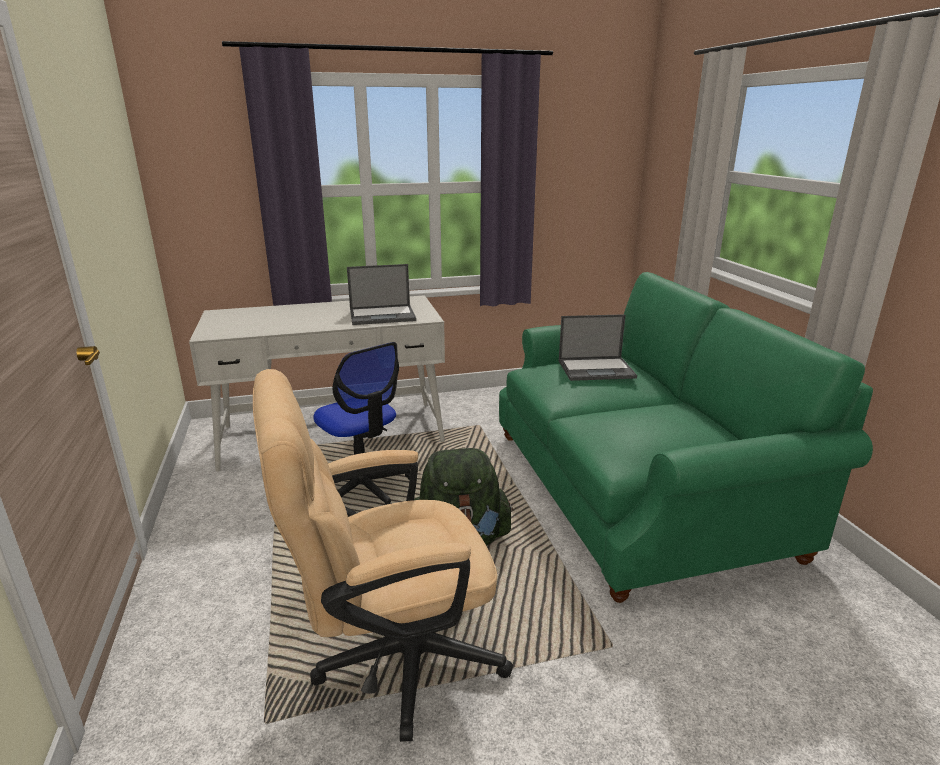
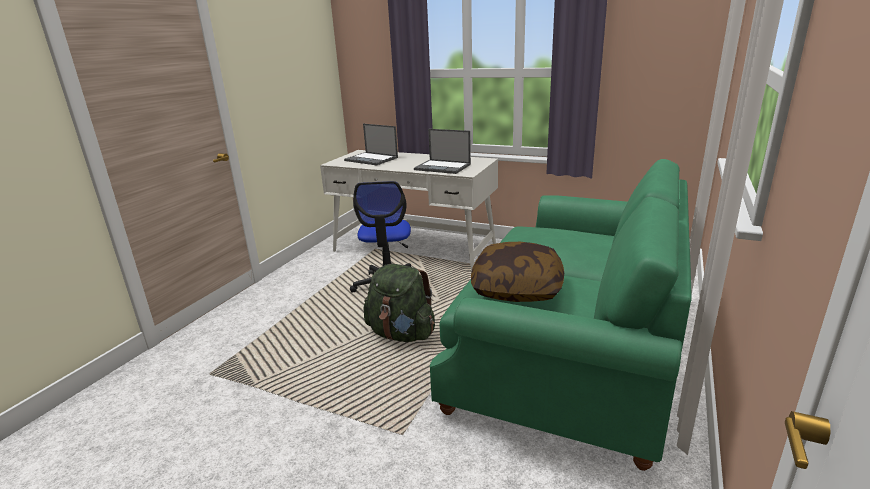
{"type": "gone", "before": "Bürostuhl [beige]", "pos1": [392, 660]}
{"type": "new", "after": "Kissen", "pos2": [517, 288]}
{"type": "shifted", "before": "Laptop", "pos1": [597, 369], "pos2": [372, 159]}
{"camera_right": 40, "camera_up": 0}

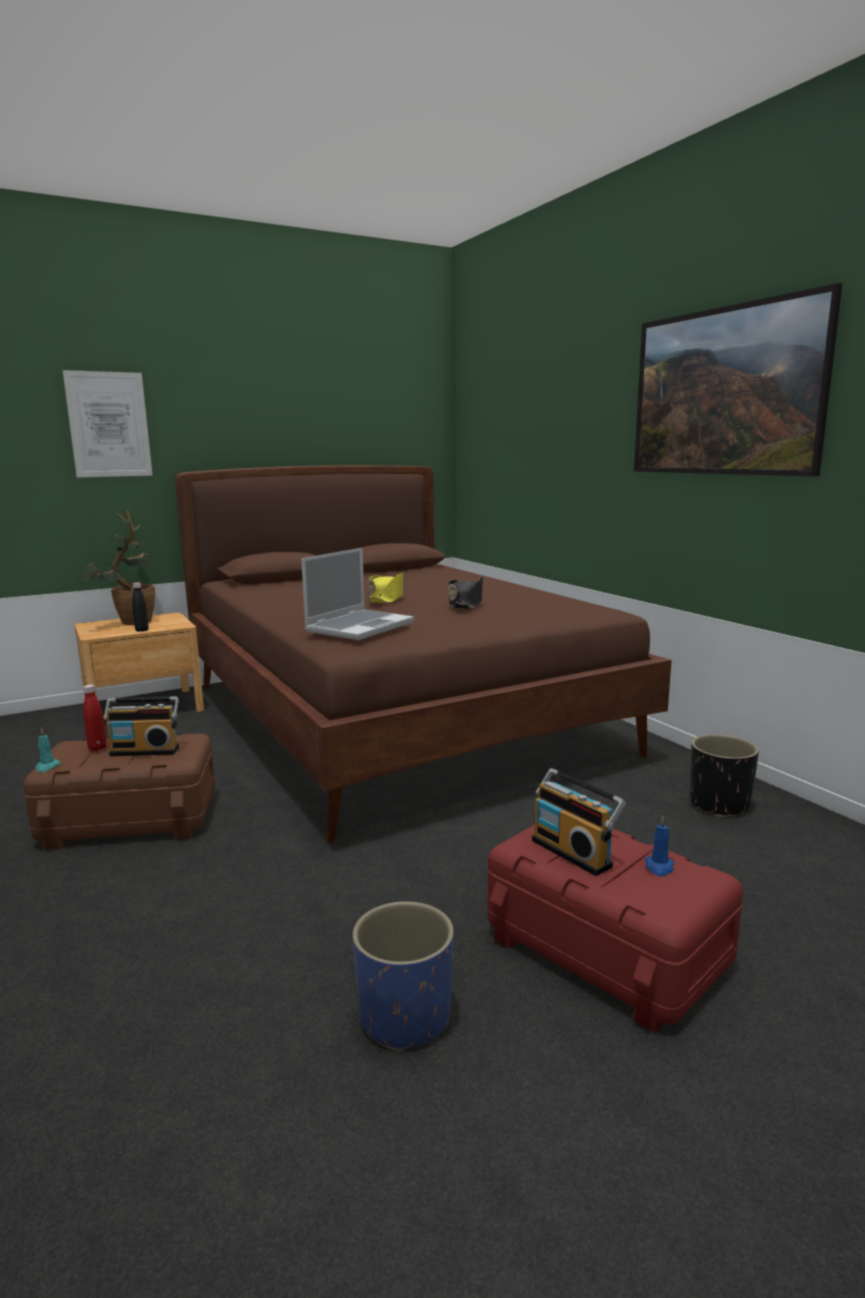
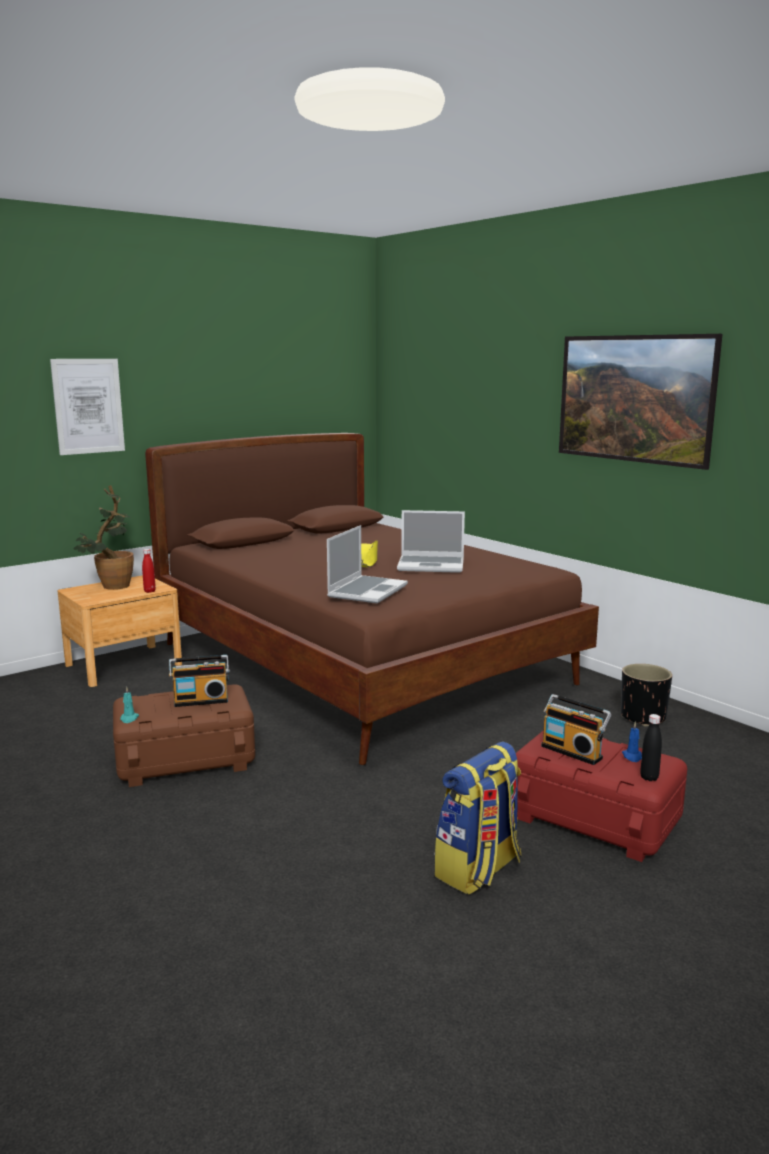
{"type": "shifted", "before": "Flasche [rot]", "pos1": [97, 748], "pos2": [149, 591]}
{"type": "shifted", "before": "Flasche [schwarz]", "pos1": [142, 630], "pos2": [649, 777]}
{"type": "swapped", "before": "Pflanzkübel [blau]", "after": "Rucksack", "pos1": [405, 1018], "pos2": [479, 870]}
{"type": "swapped", "before": "Hut [schwarz]", "after": "Laptop", "pos1": [465, 604], "pos2": [432, 565]}
{"camera_right": -10, "camera_up": 0}

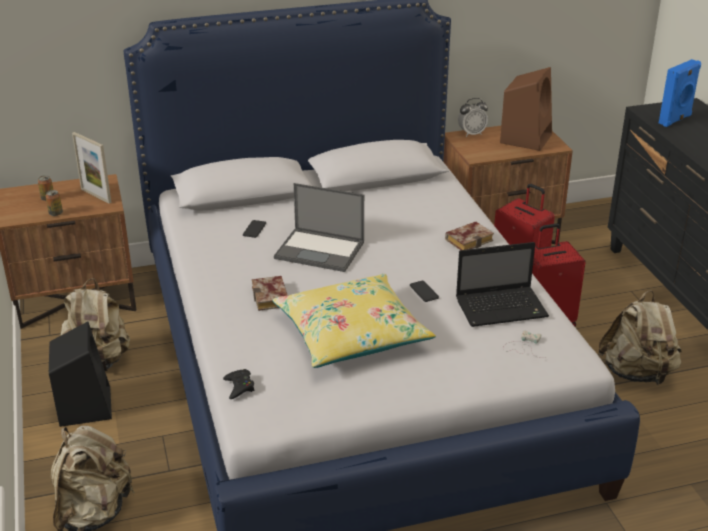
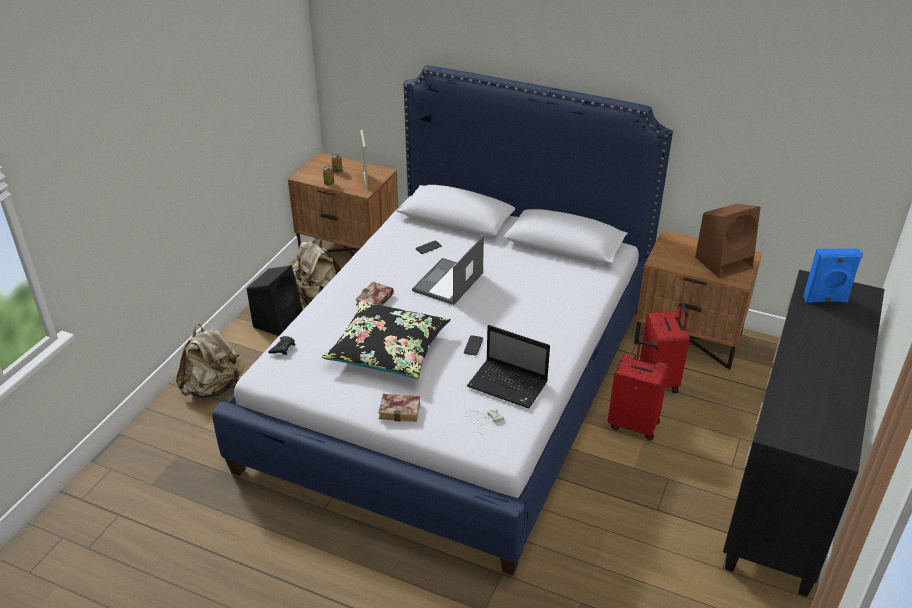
{"type": "gone", "before": "Wecker", "pos1": [471, 134]}
{"type": "gone", "before": "Rucksack [beige]", "pos1": [637, 373]}
{"type": "shifted", "before": "Buch", "pos1": [469, 239], "pos2": [401, 410]}
{"type": "repainted", "before": "Kissen [gelb]", "after": "Kissen [schwarz]", "pos1": [351, 334], "pos2": [388, 350]}
{"type": "rotated", "before": "Laptop", "pos1": [321, 250], "pos2": [448, 282], "turn": 60}
{"camera_right": 40, "camera_up": 5}

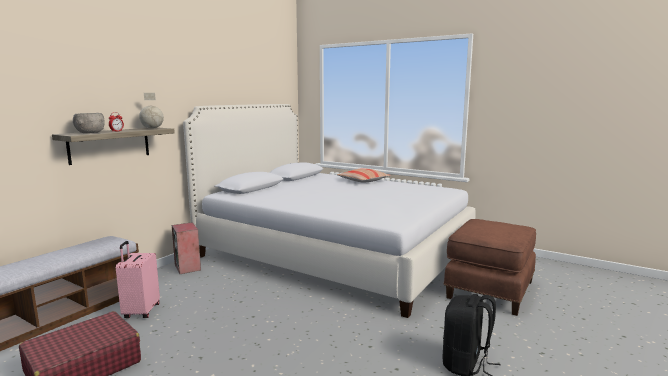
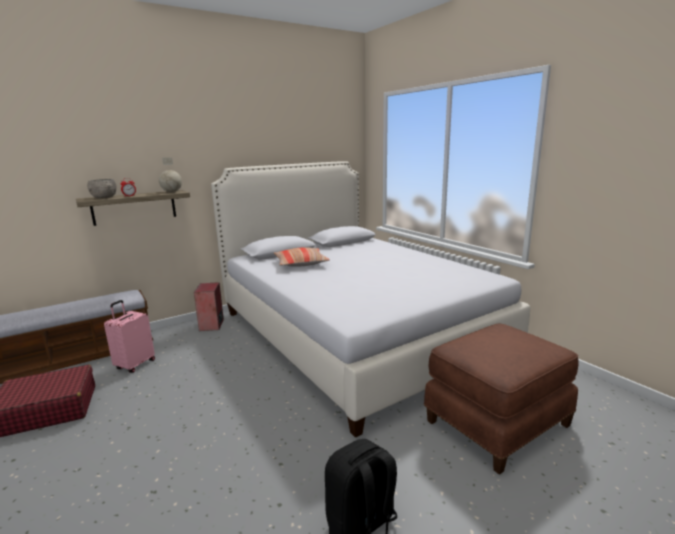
{"type": "shifted", "before": "Kissen", "pos1": [363, 181], "pos2": [300, 263]}
{"camera_right": 25, "camera_up": 5}

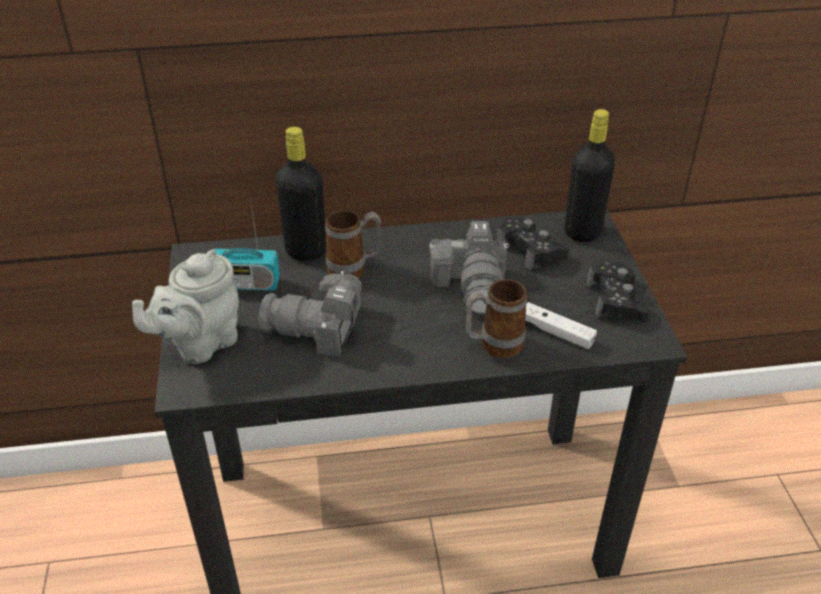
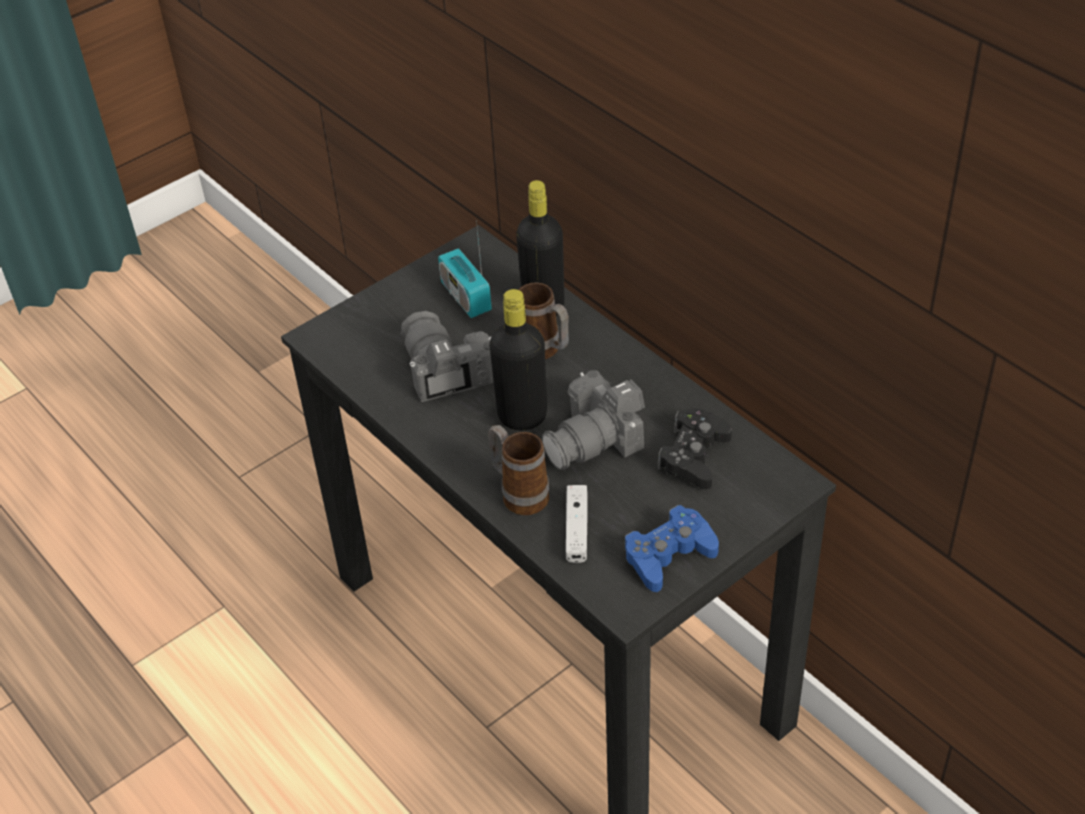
{"type": "gone", "before": "Teekanne [grau]", "pos1": [200, 344]}
{"type": "shifted", "before": "Flasche [schwarz]", "pos1": [582, 232], "pos2": [522, 416]}
{"type": "repainted", "before": "Gamepad [schwarz]", "after": "Gamepad [blau]", "pos1": [616, 300], "pos2": [668, 555]}
{"camera_right": 60, "camera_up": 5}

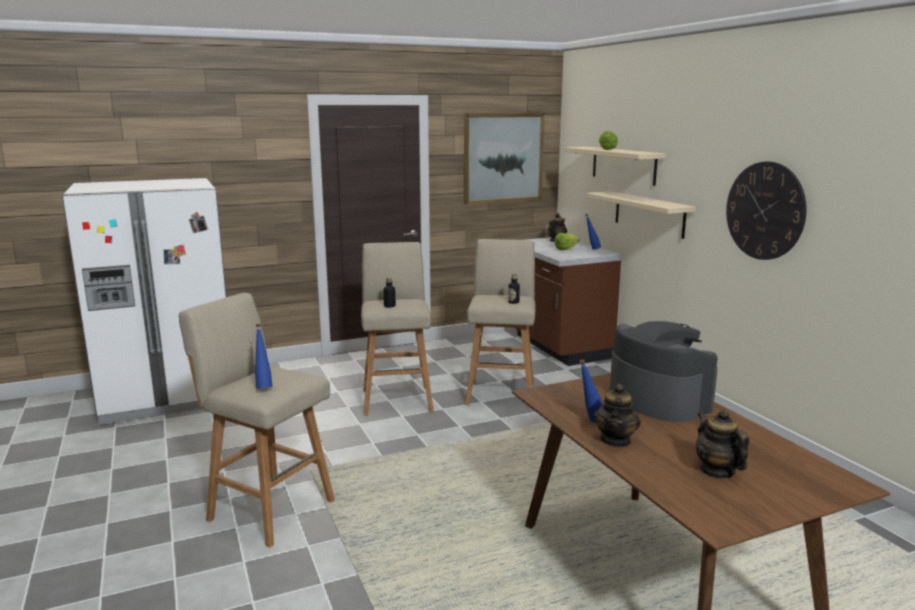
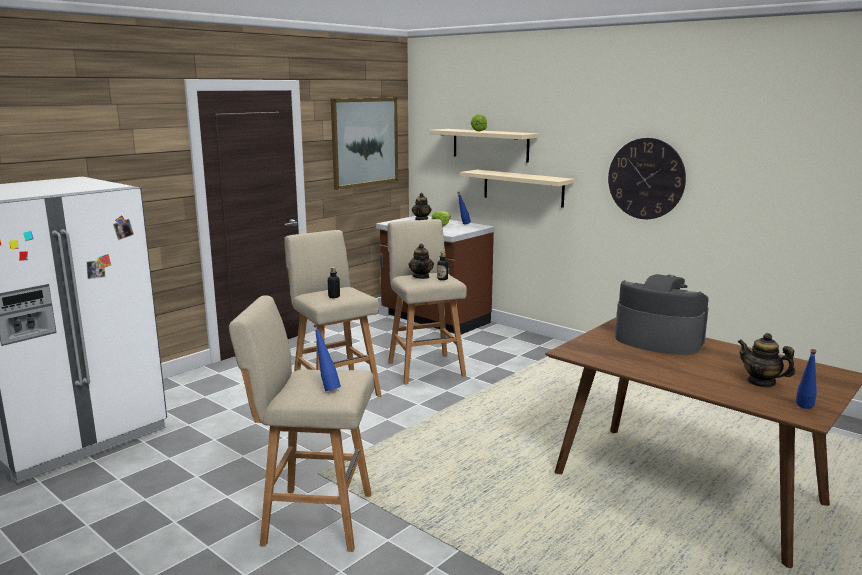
{"type": "shifted", "before": "Flasche [blau]", "pos1": [590, 422], "pos2": [804, 409]}
{"type": "shifted", "before": "Teekanne", "pos1": [616, 440], "pos2": [421, 277]}
{"camera_right": -25, "camera_up": 0}

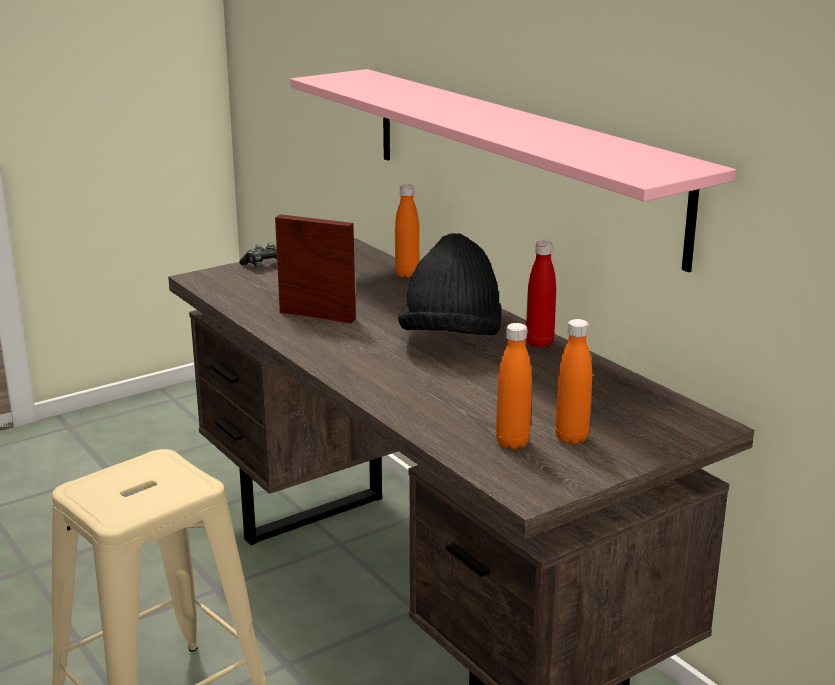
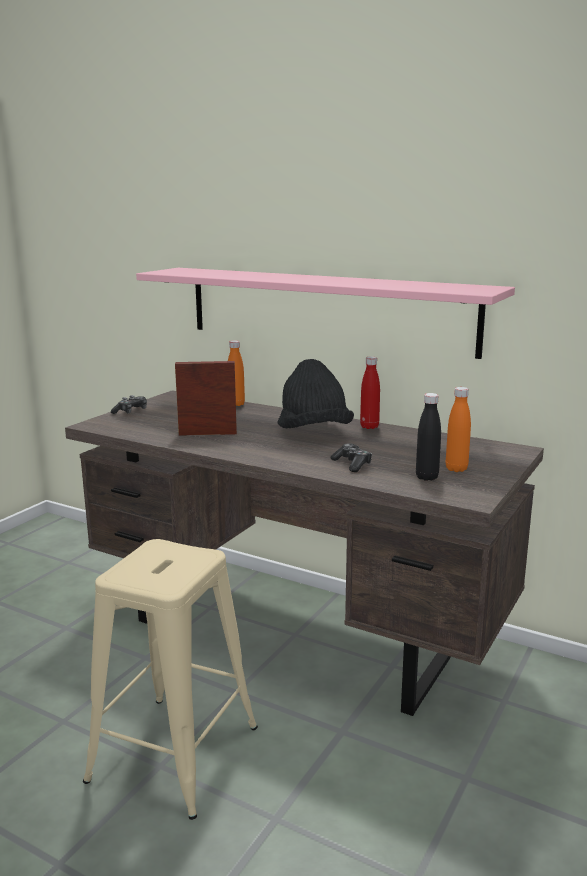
{"type": "new", "after": "Gamepad", "pos2": [352, 464]}
{"type": "repainted", "before": "Flasche [orange]", "after": "Flasche [schwarz]", "pos1": [512, 443], "pos2": [427, 477]}
{"camera_right": -25, "camera_up": -5}

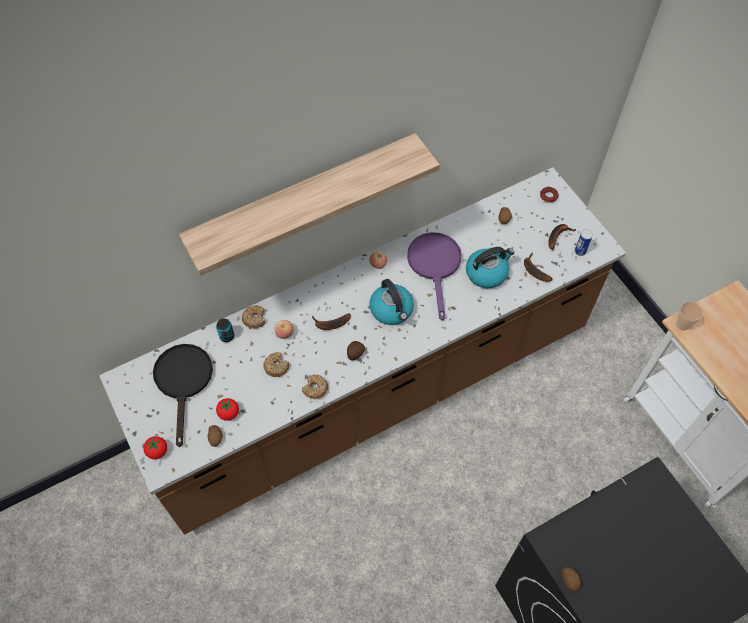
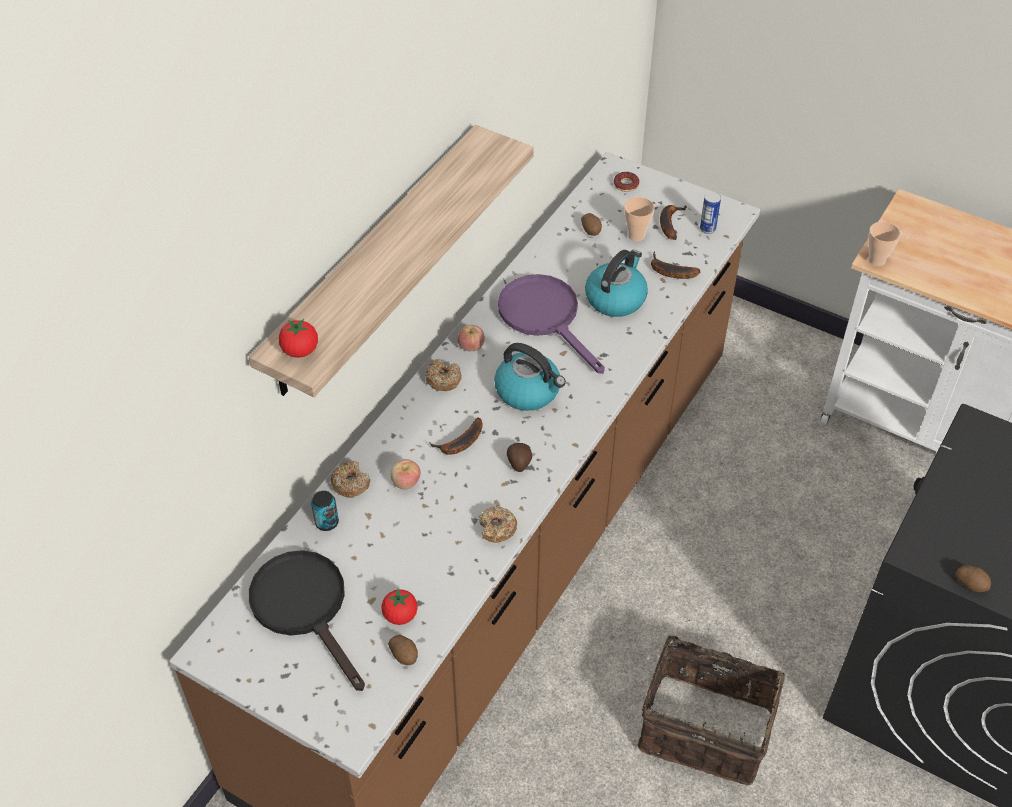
{"type": "new", "after": "Tasse", "pos2": [636, 235]}
{"type": "new", "after": "Korb", "pos2": [706, 726]}
{"type": "shifted", "before": "Tomate", "pos1": [157, 451], "pos2": [300, 350]}
{"type": "shifted", "before": "Donut", "pos1": [276, 366], "pos2": [443, 379]}
{"camera_right": -30, "camera_up": -10}

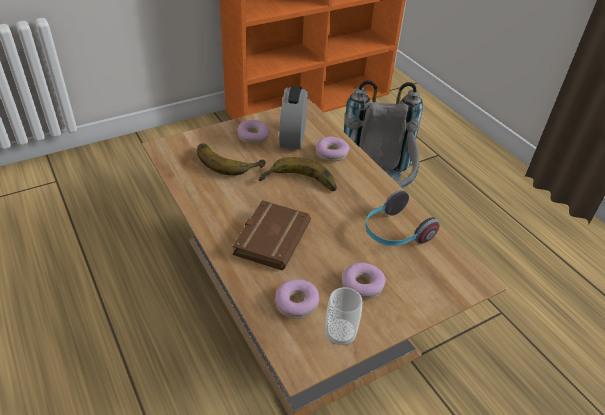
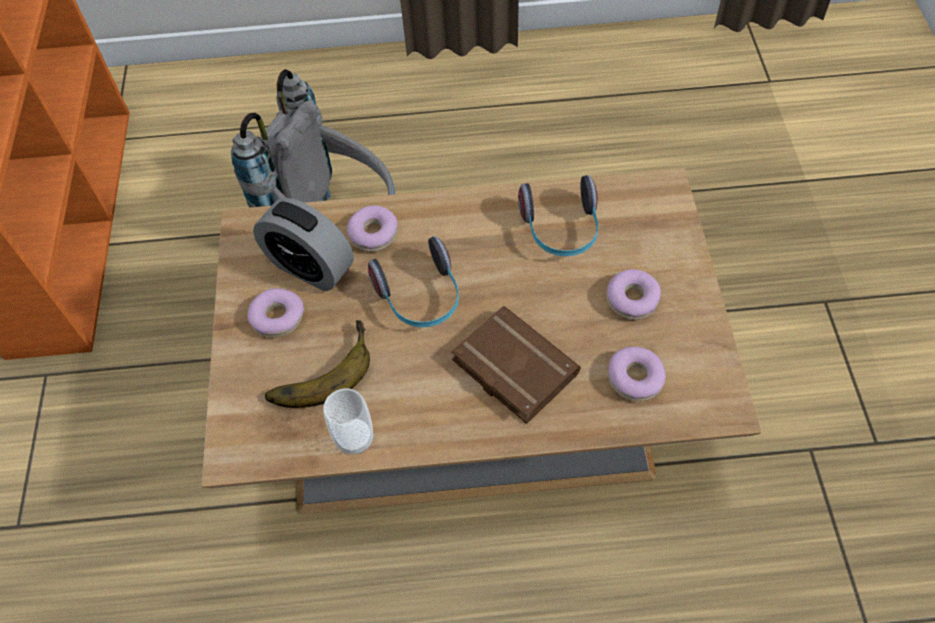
{"type": "shifted", "before": "Tasse", "pos1": [340, 334], "pos2": [354, 438]}
{"type": "swapped", "before": "Banane", "after": "Kopfhörer", "pos1": [299, 184], "pos2": [420, 298]}
{"camera_right": -60, "camera_up": 15}

